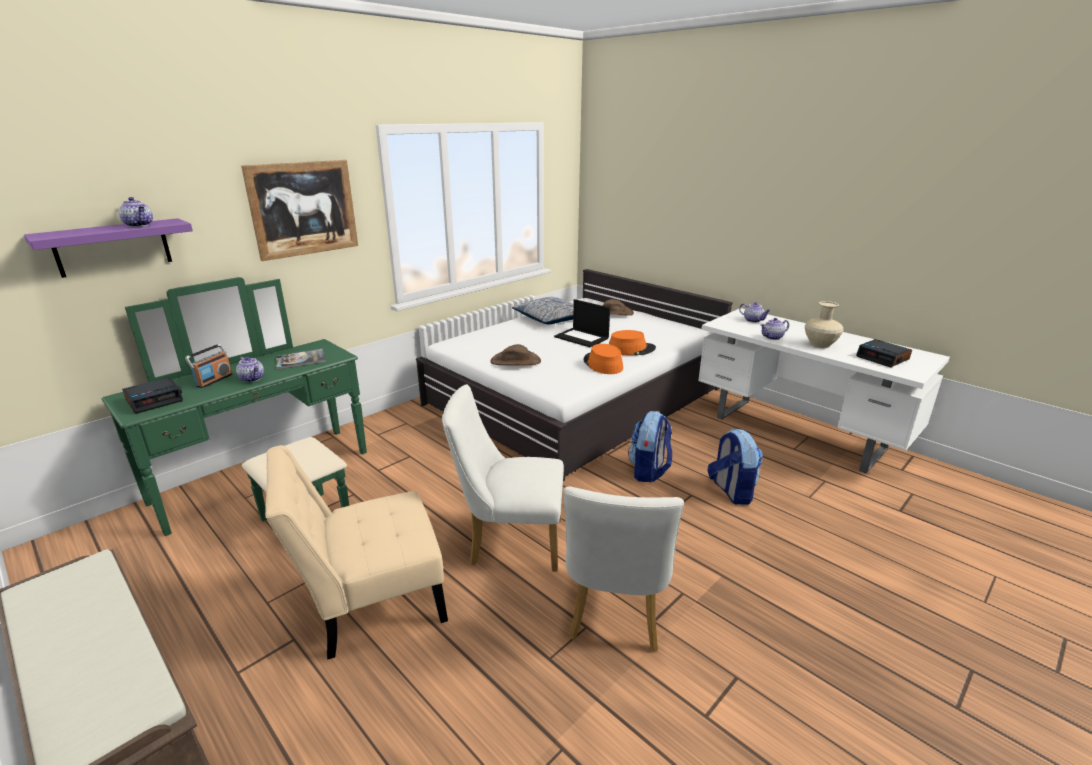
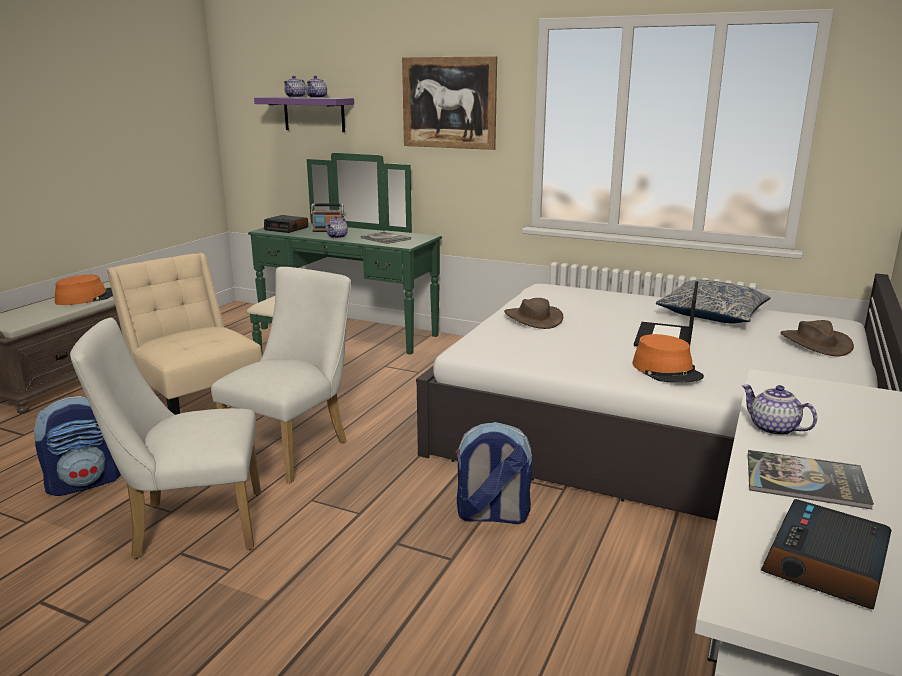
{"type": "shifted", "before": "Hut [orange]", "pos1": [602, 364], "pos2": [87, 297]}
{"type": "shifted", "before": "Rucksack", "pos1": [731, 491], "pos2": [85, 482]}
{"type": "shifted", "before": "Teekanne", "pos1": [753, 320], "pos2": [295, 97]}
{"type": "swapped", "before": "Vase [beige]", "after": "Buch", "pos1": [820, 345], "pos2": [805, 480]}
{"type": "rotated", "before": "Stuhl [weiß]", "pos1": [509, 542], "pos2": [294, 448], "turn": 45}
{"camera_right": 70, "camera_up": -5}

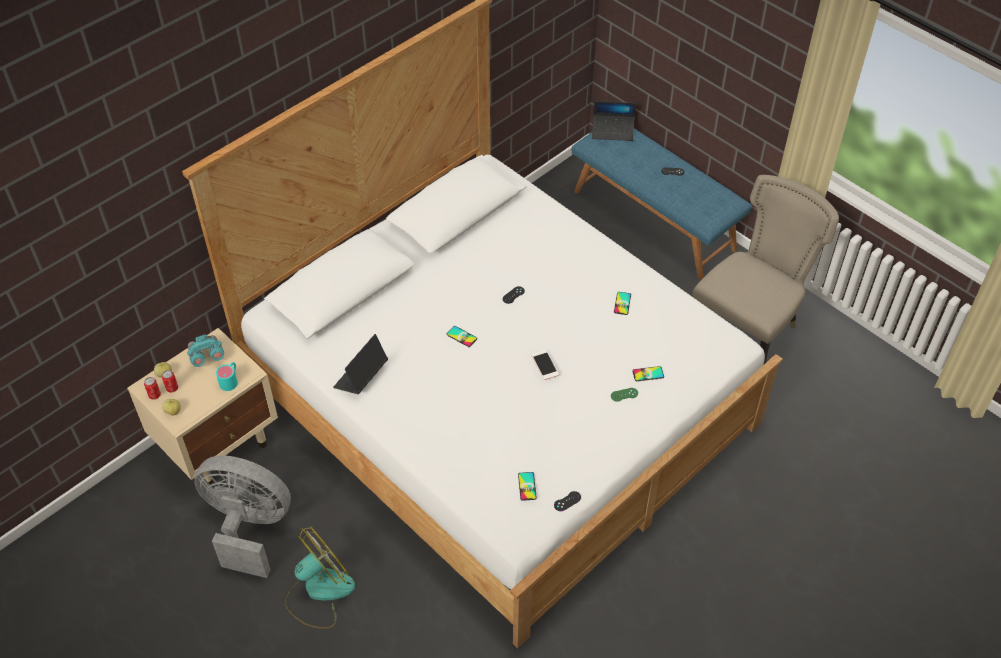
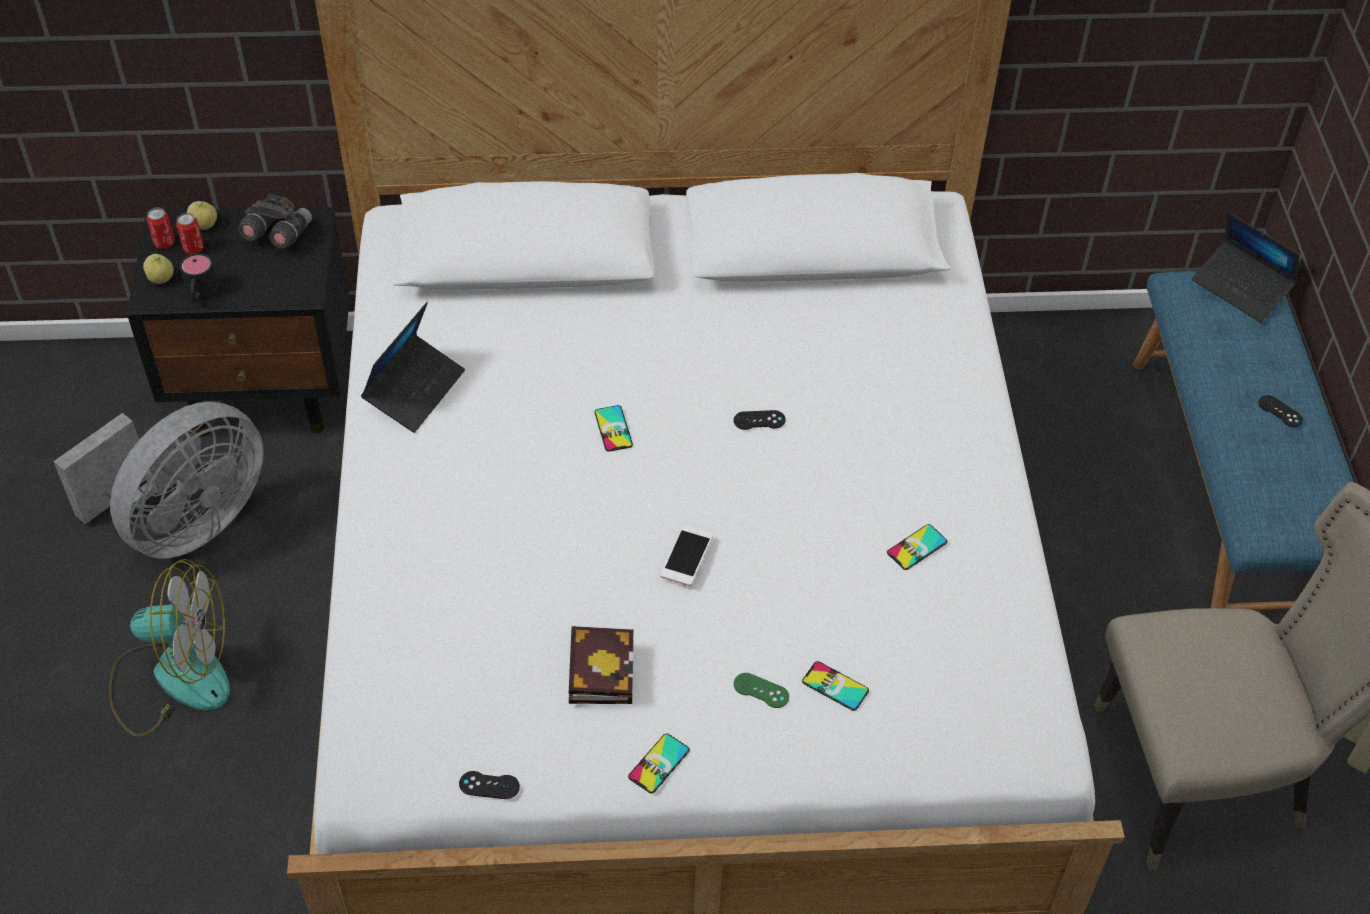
{"type": "gone", "before": "Henkelbecher [türkis]", "pos1": [230, 380]}
{"type": "new", "after": "Henkelbecher [schwarz]", "pos2": [201, 294]}
{"type": "new", "after": "Buch", "pos2": [599, 667]}
{"type": "shifted", "before": "Handy", "pos1": [527, 486], "pos2": [659, 763]}
{"type": "repainted", "before": "Nachttisch [beige]", "after": "Nachttisch [schwarz]", "pos1": [219, 443], "pos2": [267, 389]}
{"type": "repainted", "before": "Fernglas [türkis]", "after": "Fernglas [grau]", "pos1": [206, 356], "pos2": [277, 235]}
{"type": "rotated", "before": "Ventilator [grau]", "pos1": [249, 527], "pos2": [185, 524], "turn": 75}
{"type": "rotated", "before": "Laptop", "pos1": [361, 377], "pos2": [415, 390], "turn": 135}
{"camera_right": 40, "camera_up": 0}

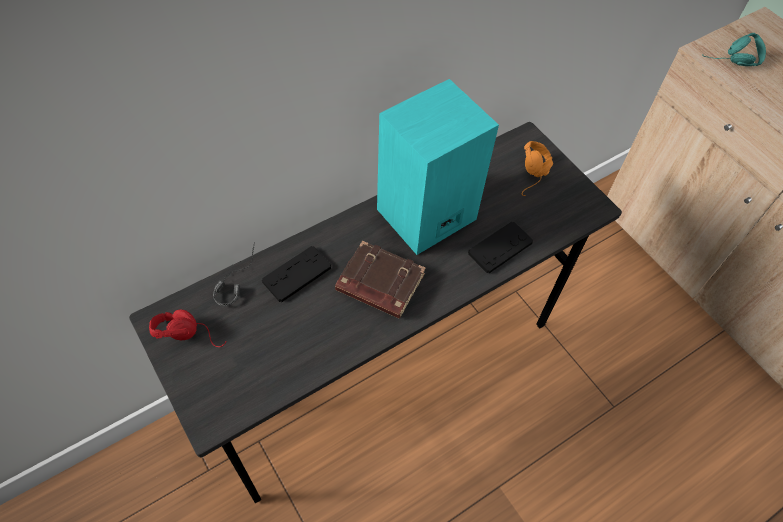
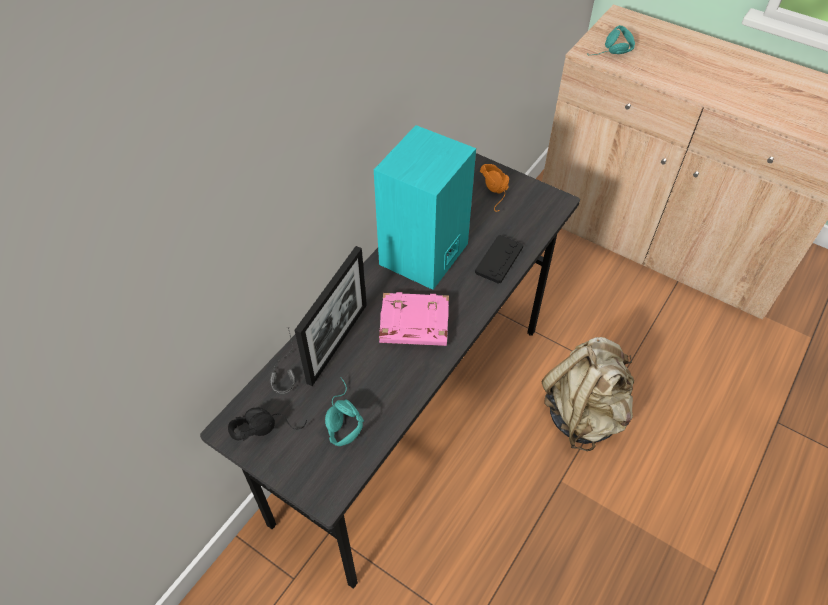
{"type": "new", "after": "Kopfhörer [türkis]", "pos2": [339, 416]}
{"type": "new", "after": "Rucksack [beige]", "pos2": [584, 414]}
{"type": "swapped", "before": "Gamepad [schwarz]", "after": "Bilderrahmen", "pos1": [297, 274], "pos2": [337, 343]}
{"type": "repainted", "before": "Kopfhörer [rot]", "after": "Kopfhörer [schwarz]", "pos1": [192, 332], "pos2": [268, 426]}
{"type": "repainted", "before": "Buch [braun]", "after": "Buch [rosa]", "pos1": [379, 283], "pos2": [413, 324]}
{"camera_right": -20, "camera_up": -5}

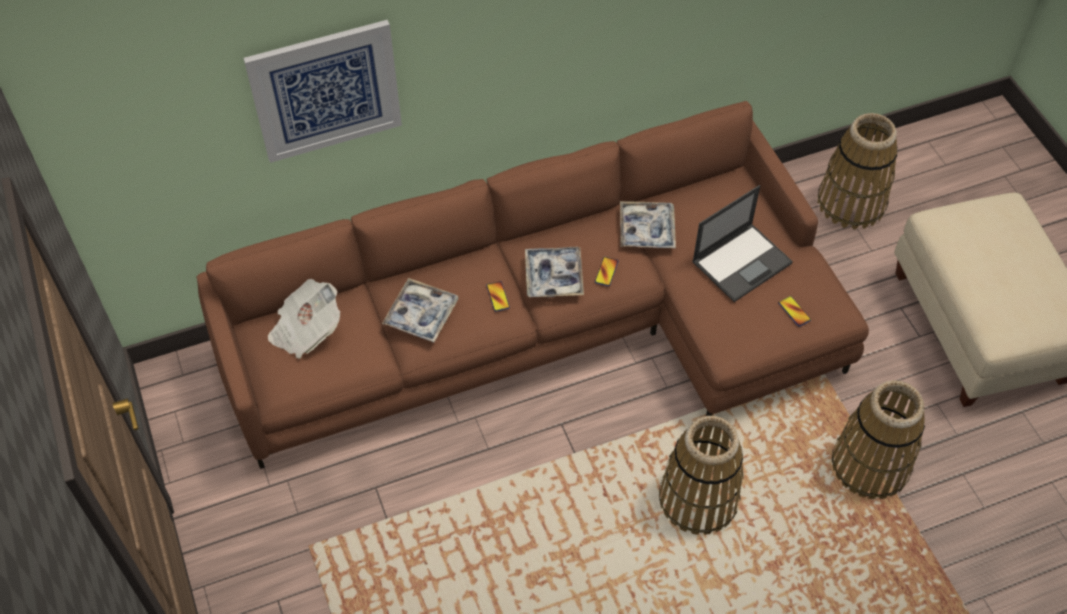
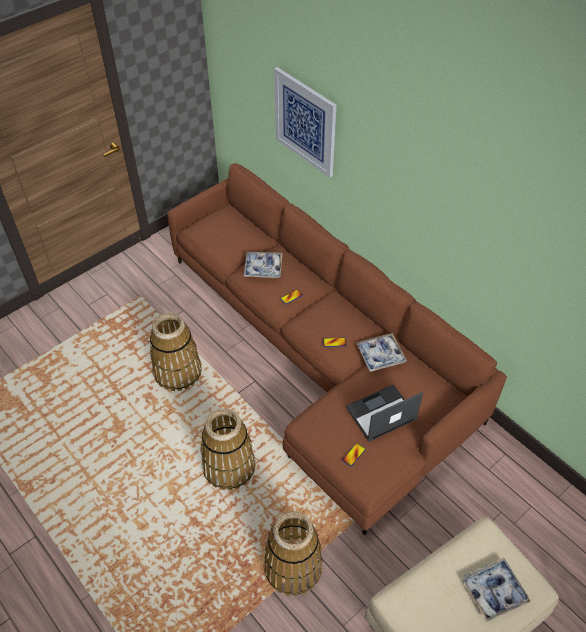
{"type": "gone", "before": "Zeitung", "pos1": [306, 330]}
{"type": "shifted", "before": "Tablett", "pos1": [554, 276], "pos2": [494, 591]}
{"type": "shifted", "before": "Korb", "pos1": [851, 202], "pos2": [177, 372]}
{"type": "rotated", "before": "Laptop", "pos1": [742, 261], "pos2": [380, 413], "turn": 120}
{"camera_right": 70, "camera_up": -5}

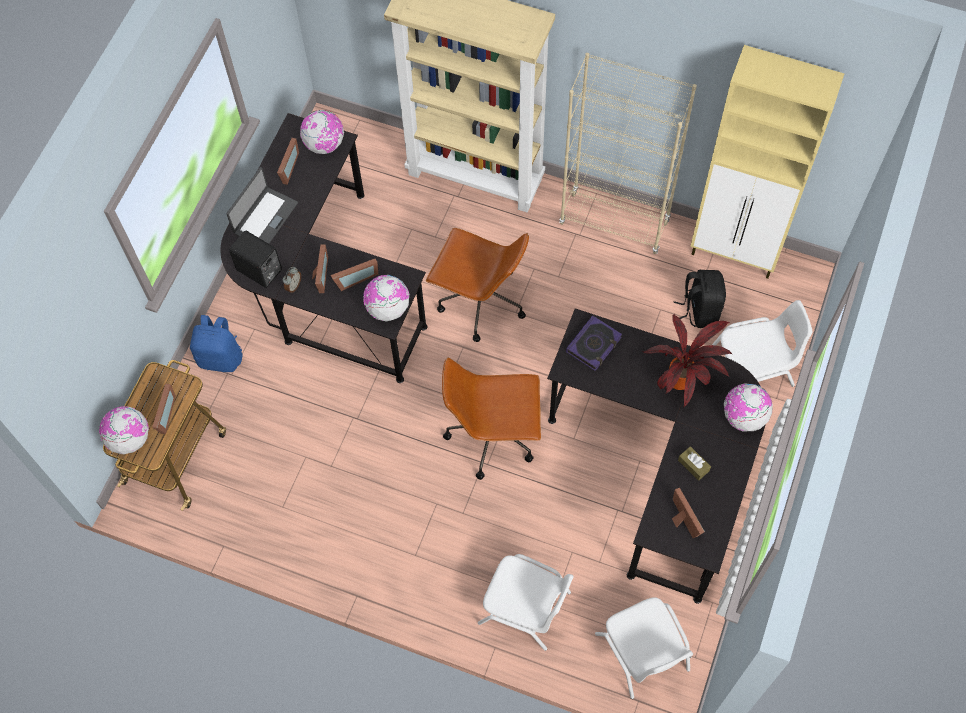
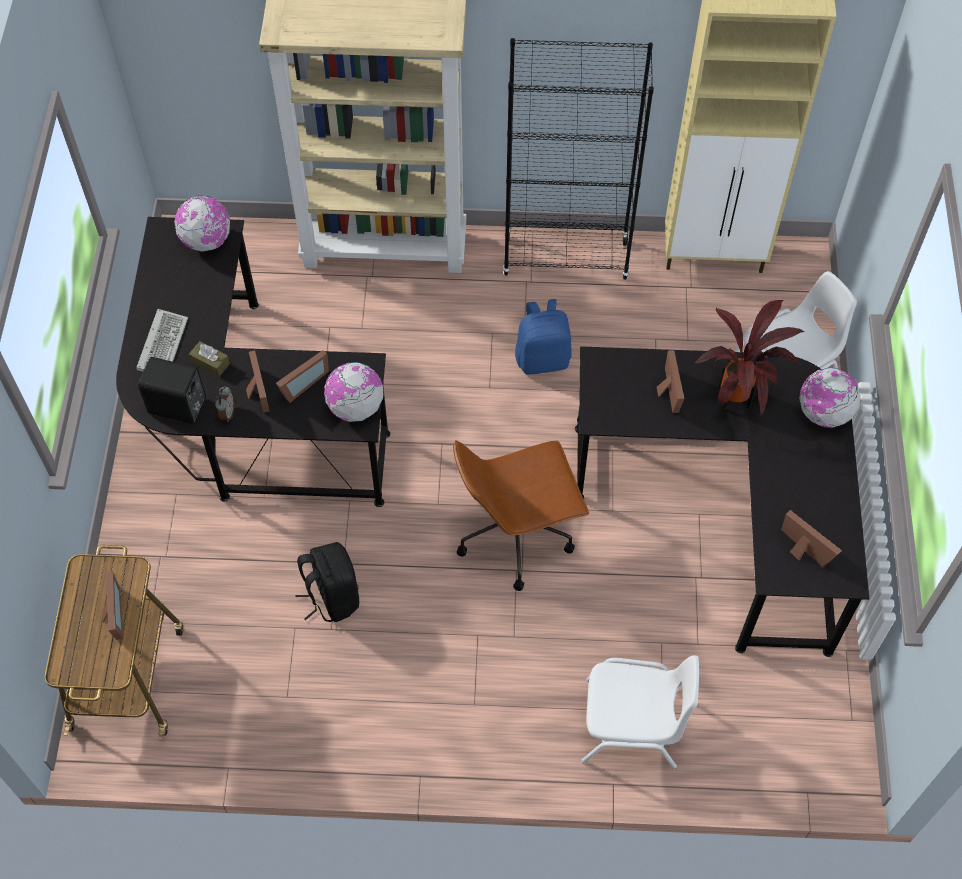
{"type": "gone", "before": "Globus", "pos1": [129, 439]}
{"type": "gone", "before": "Bürostuhl [braun]", "pos1": [480, 301]}
{"type": "gone", "before": "Buch", "pos1": [594, 345]}
{"type": "gone", "before": "Stuhl [weiß]", "pos1": [643, 653]}
{"type": "shifted", "before": "Rucksack [blau]", "pos1": [221, 357], "pos2": [543, 358]}
{"type": "shifted", "before": "Bilderrahmen", "pos1": [286, 169], "pos2": [666, 393]}
{"type": "shifted", "before": "Rucksack [schwarz]", "pos1": [699, 309], "pos2": [331, 596]}
{"type": "shifted", "before": "Taschentuchbox [braun]", "pos1": [693, 465], "pos2": [210, 363]}
{"type": "swapped", "before": "Laptop", "after": "Tastatur", "pos1": [265, 217], "pos2": [162, 343]}
{"type": "repainted", "before": "Bücherregal [beige]", "after": "Bücherregal [schwarz]", "pos1": [614, 222], "pos2": [566, 258]}
{"camera_right": -20, "camera_up": -5}

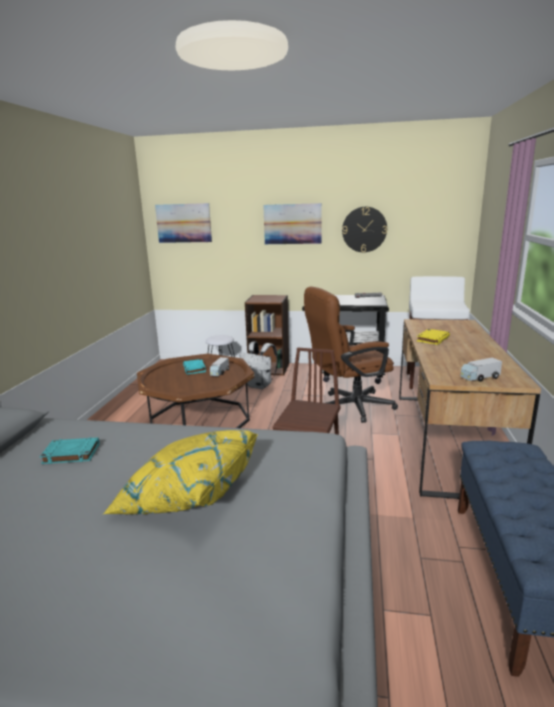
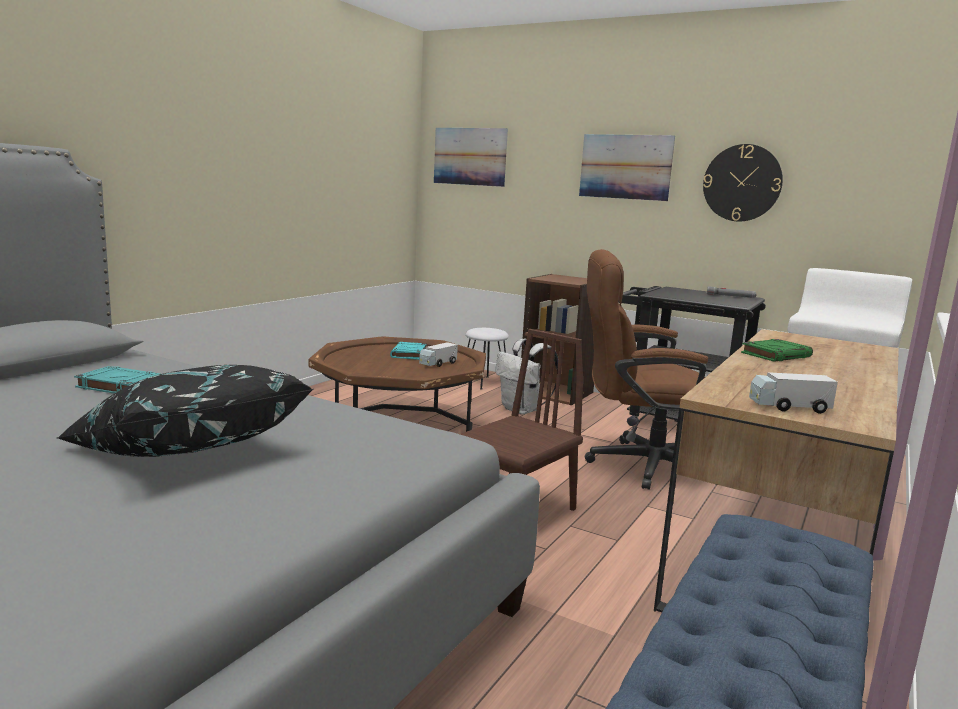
{"type": "repainted", "before": "Kissen [gelb]", "after": "Kissen [schwarz]", "pos1": [187, 495], "pos2": [187, 452]}
{"type": "repainted", "before": "Buch [gelb]", "after": "Buch [grün]", "pos1": [433, 339], "pos2": [776, 355]}
{"camera_right": 20, "camera_up": -5}

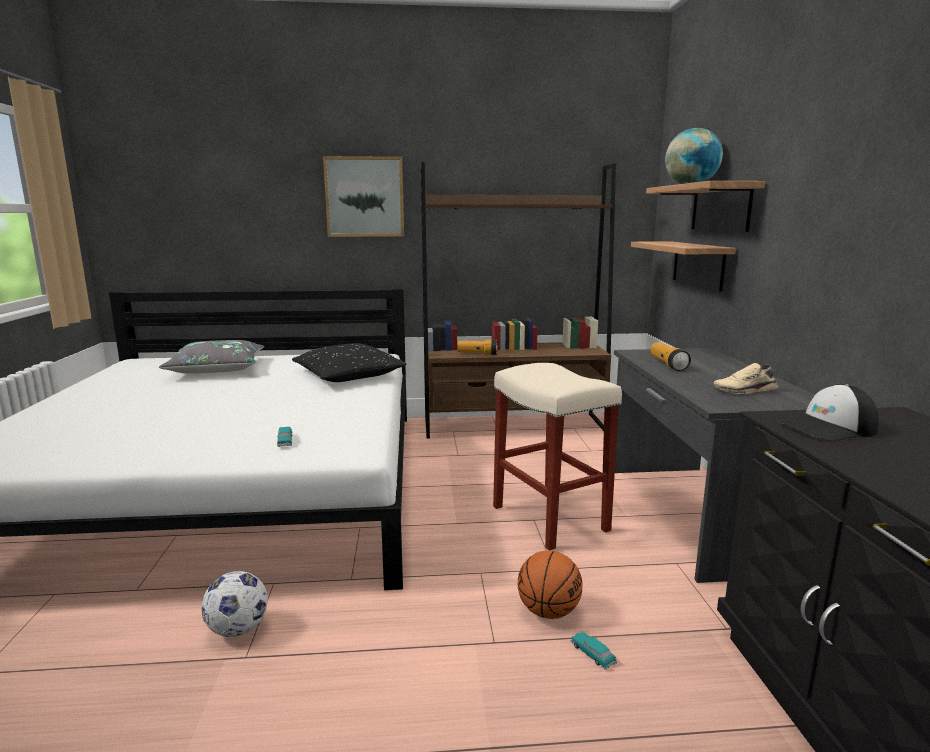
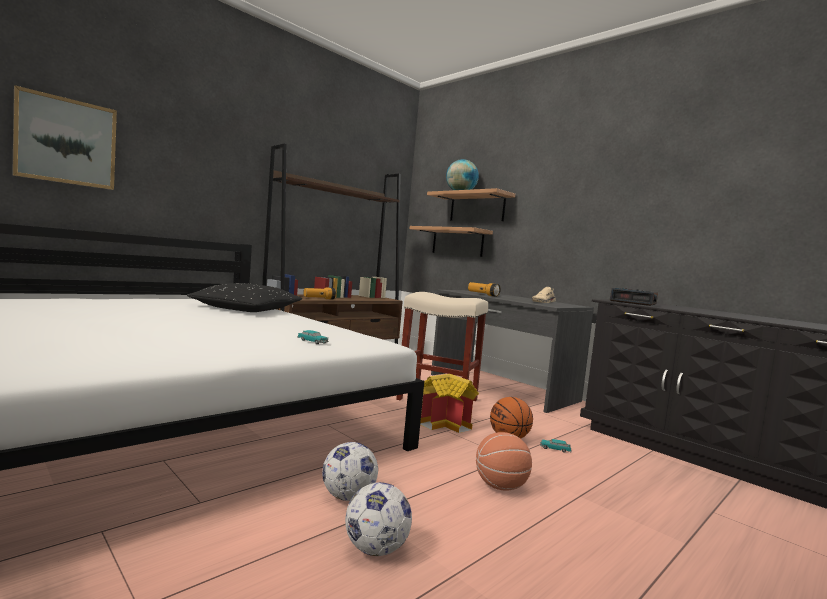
{"type": "gone", "before": "Kissen [grau]", "pos1": [217, 369]}
{"type": "new", "after": "Fußball", "pos2": [375, 549]}
{"type": "new", "after": "Spielzeughaus", "pos2": [446, 424]}
{"type": "new", "after": "Basketball", "pos2": [501, 486]}
{"type": "shifted", "before": "Bild", "pos1": [364, 197], "pos2": [66, 141]}
{"type": "swapped", "before": "Kappe", "after": "Wecker", "pos1": [828, 428], "pos2": [633, 302]}
{"camera_right": -40, "camera_up": -10}

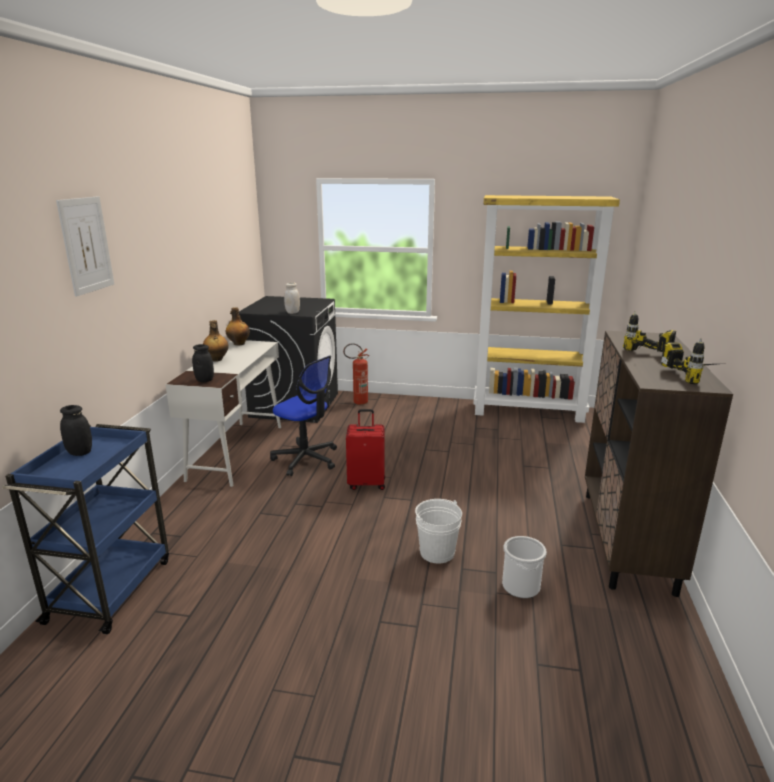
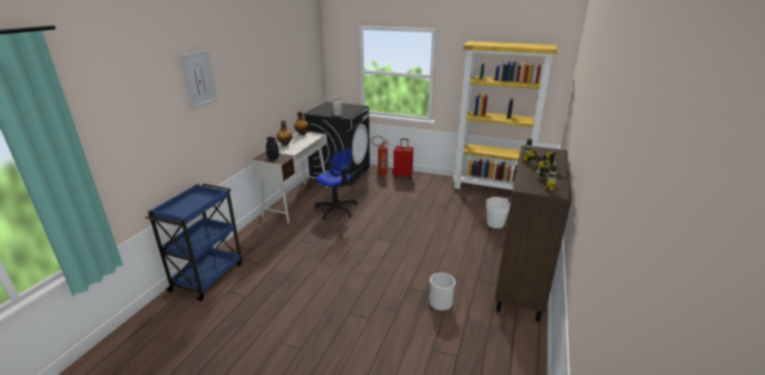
{"type": "gone", "before": "Vorratsglas [schwarz]", "pos1": [80, 452]}
{"type": "shifted", "before": "Koffer [rot]", "pos1": [366, 483], "pos2": [403, 175]}
{"type": "shifted", "before": "Eimer [weiß]", "pos1": [437, 552], "pos2": [495, 223]}
{"camera_right": 10, "camera_up": 5}

